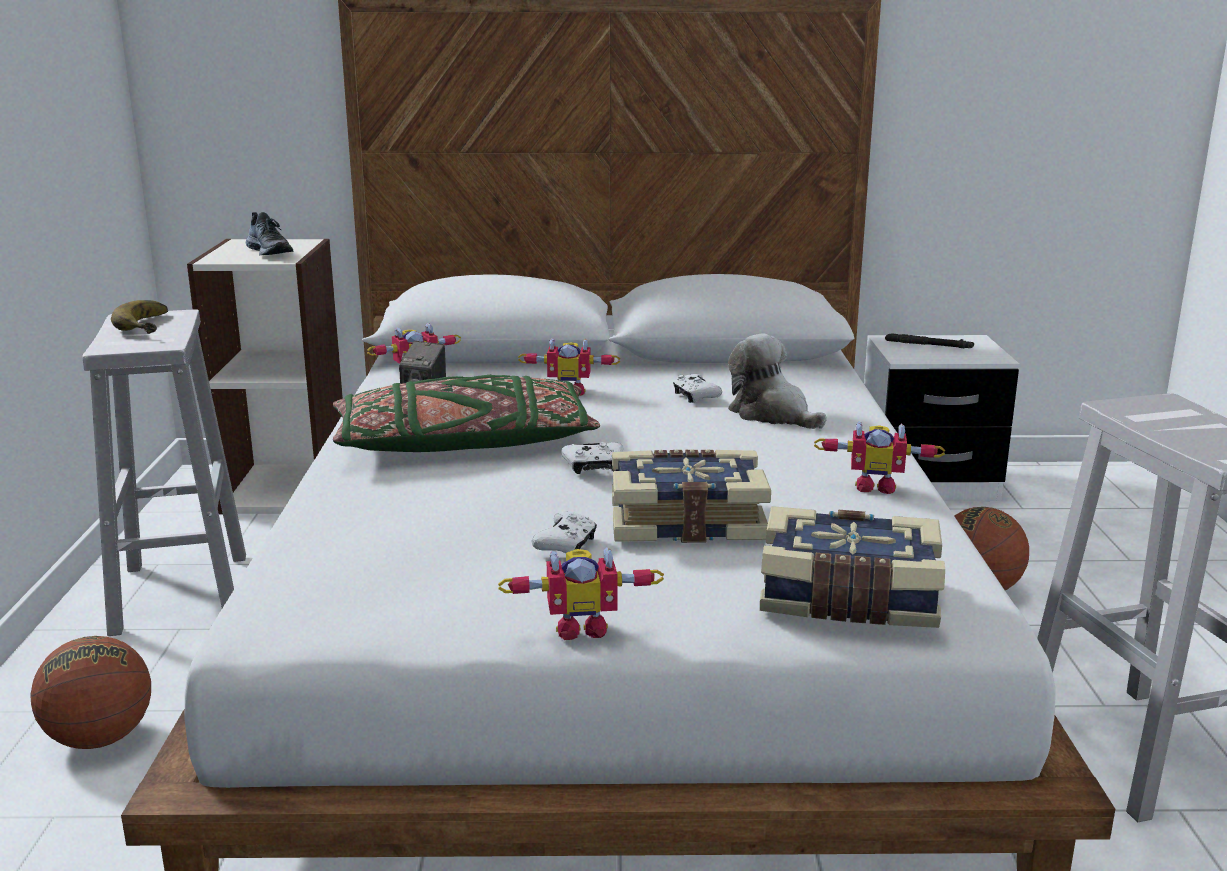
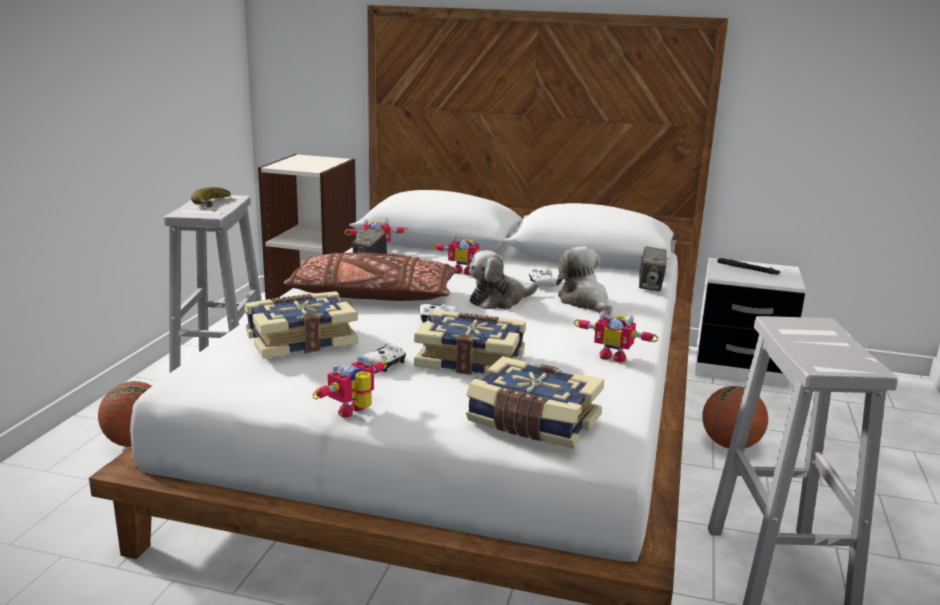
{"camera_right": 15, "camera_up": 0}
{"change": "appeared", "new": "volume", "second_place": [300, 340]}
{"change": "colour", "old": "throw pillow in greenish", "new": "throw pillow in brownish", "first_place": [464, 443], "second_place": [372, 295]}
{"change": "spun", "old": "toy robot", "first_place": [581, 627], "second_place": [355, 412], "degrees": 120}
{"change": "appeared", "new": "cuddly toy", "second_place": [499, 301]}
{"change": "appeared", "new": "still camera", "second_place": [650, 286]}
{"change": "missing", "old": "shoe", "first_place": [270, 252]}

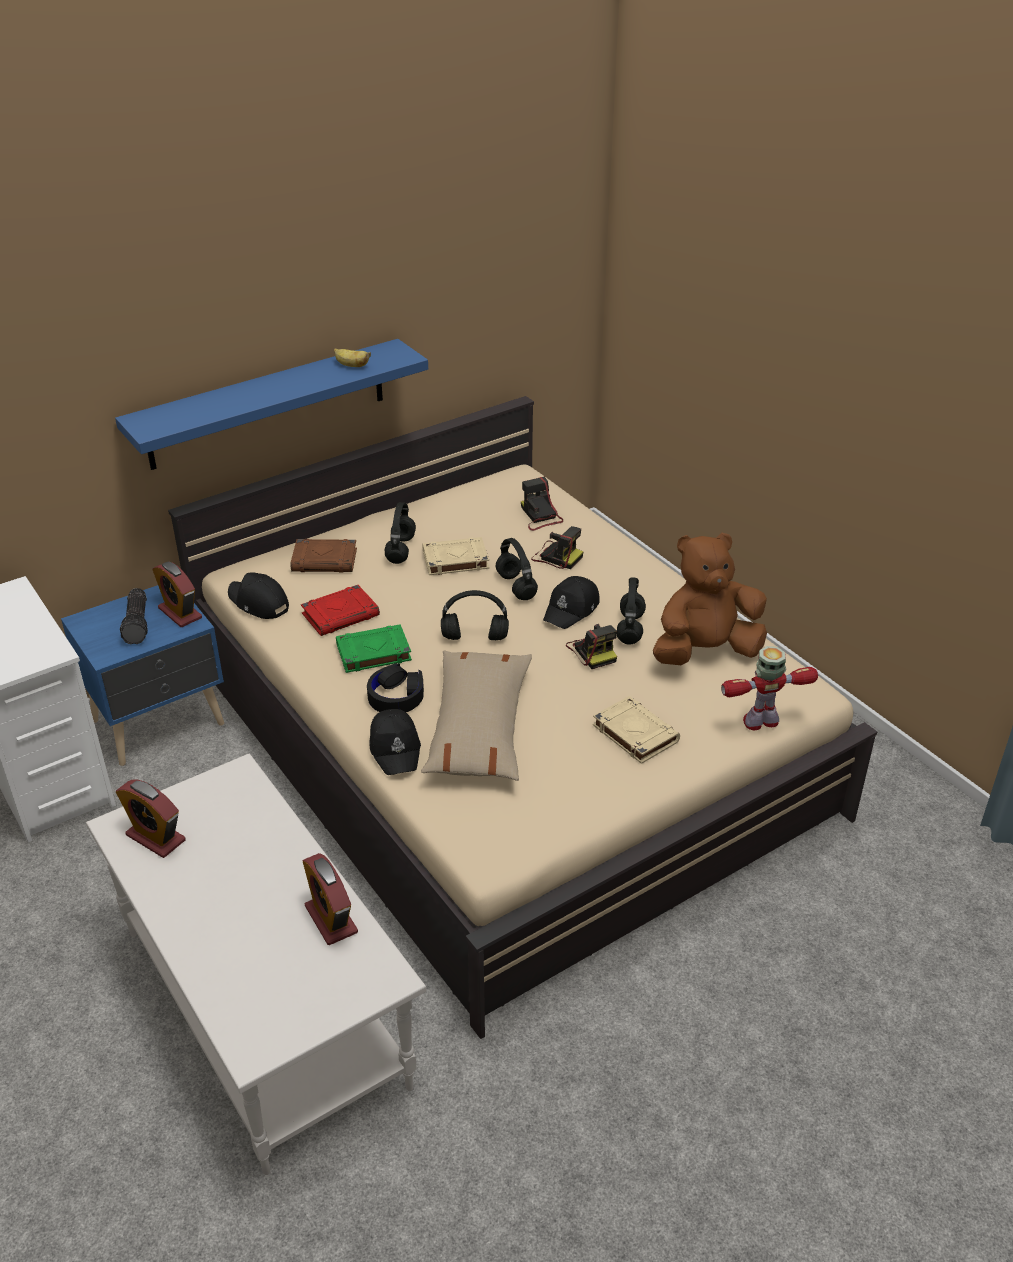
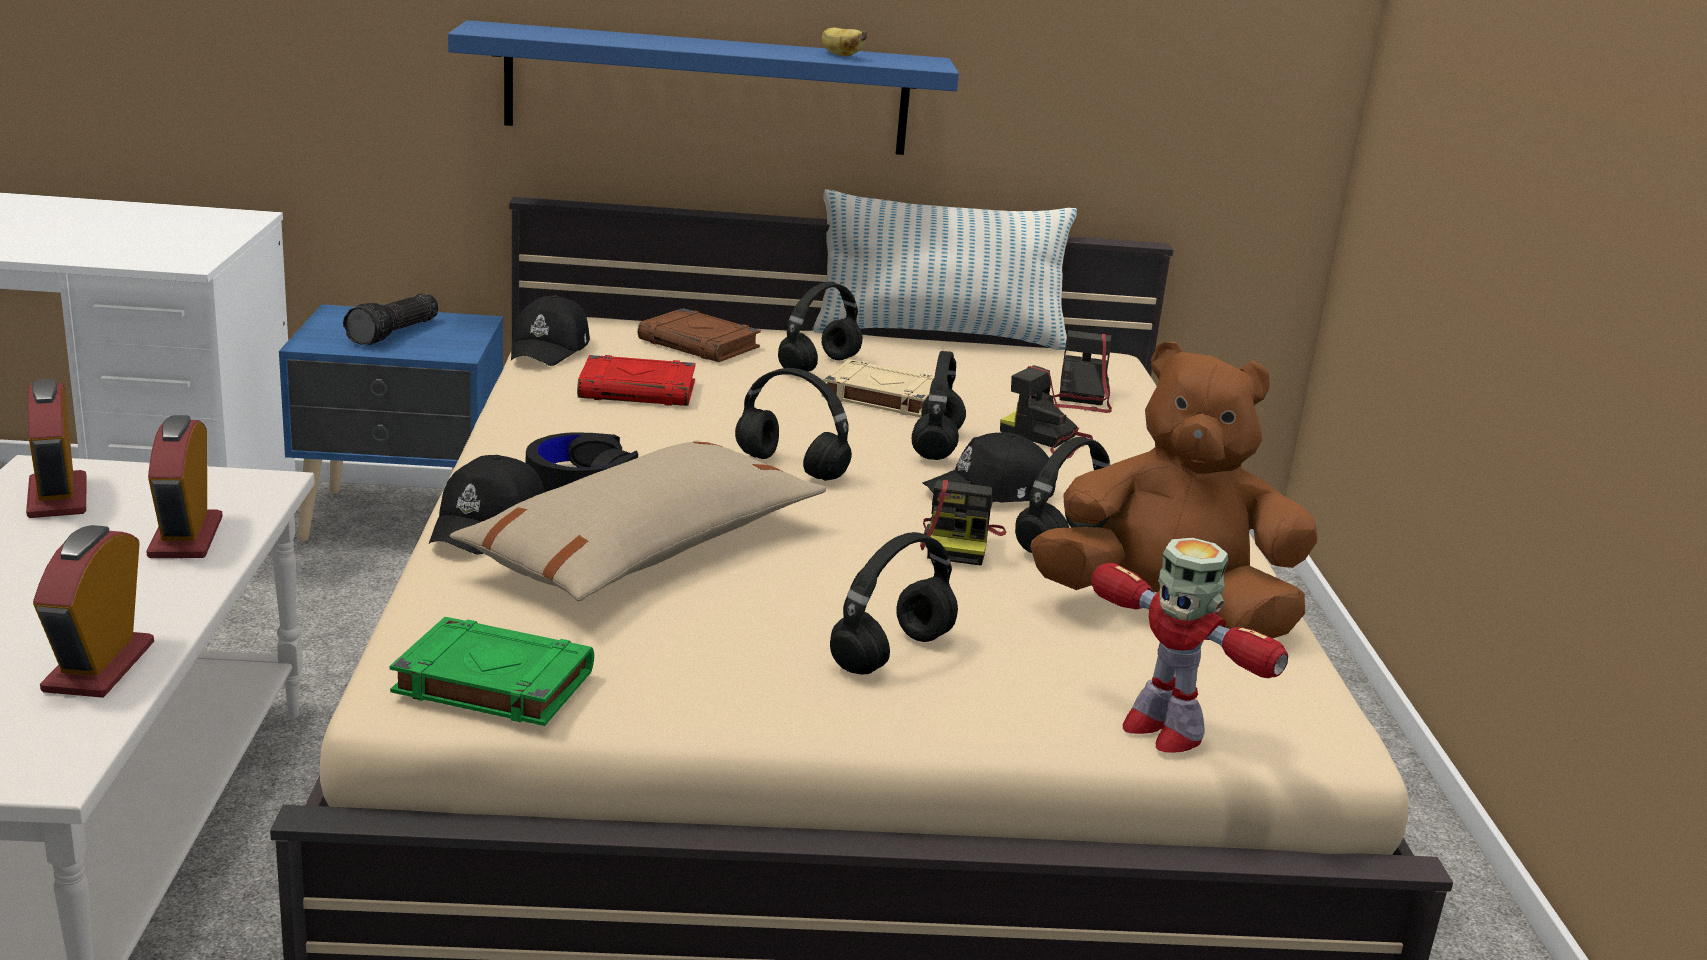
{"camera_right": 30, "camera_up": -15}
{"change": "relocated", "old": "alarm clock", "first_place": [180, 613], "second_place": [186, 537]}
{"change": "relocated", "old": "volume in greenish", "first_place": [373, 653], "second_place": [491, 682]}
{"change": "spun", "old": "cap in black-coloured", "first_place": [258, 603], "second_place": [550, 349], "degrees": -150}
{"change": "appeared", "new": "throw pillow", "second_place": [939, 336]}
{"change": "exchanged", "old": "volume in beige", "new": "pair of headphones in black-coloured", "first_place": [634, 733], "second_place": [892, 652]}
{"change": "spun", "old": "still camera", "first_place": [556, 556], "second_place": [1047, 439], "degrees": 150}
{"change": "spun", "old": "toy robot", "first_place": [761, 722], "second_place": [1161, 730], "degrees": -150}

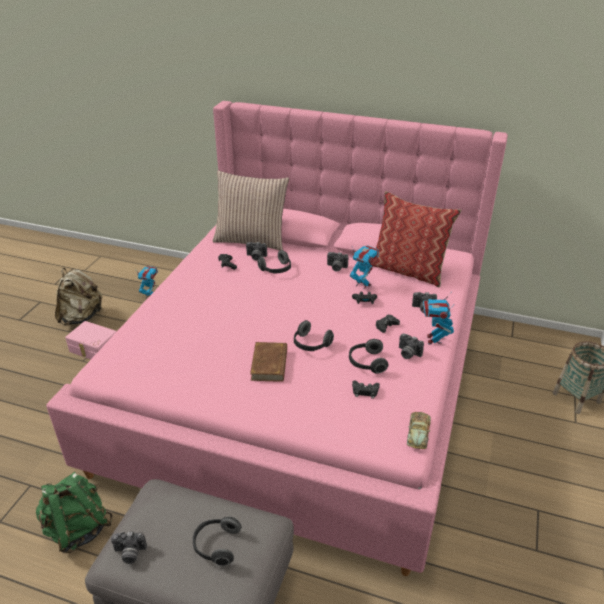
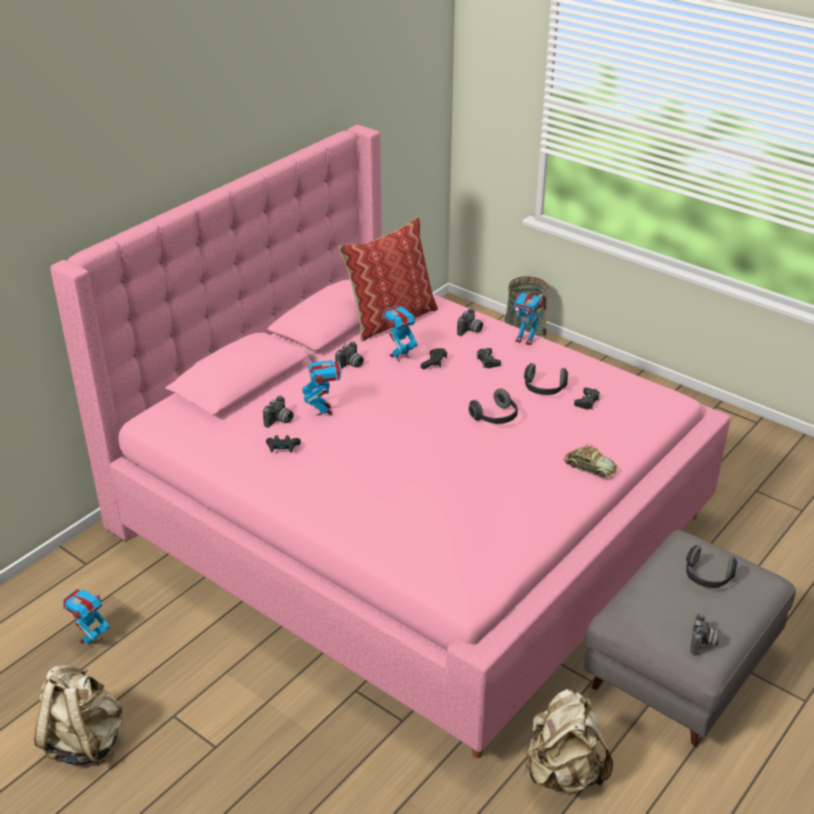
{"camera_right": -70, "camera_up": 0}
{"change": "exchanged", "old": "pair of headphones", "new": "toy robot", "first_place": [276, 270], "second_place": [323, 410]}
{"change": "colour", "old": "backpack in greenish", "new": "backpack in beige", "first_place": [78, 529], "second_place": [563, 772]}
{"change": "relocated", "old": "miniature car", "first_place": [418, 432], "second_place": [589, 467]}
{"change": "missing", "old": "storage container in pink-coloured", "first_place": [94, 349]}
{"change": "missing", "old": "throw pillow", "first_place": [251, 240]}
{"change": "missing", "old": "volume in brownish", "first_place": [270, 364]}
{"change": "missing", "old": "still camera", "first_place": [407, 354]}

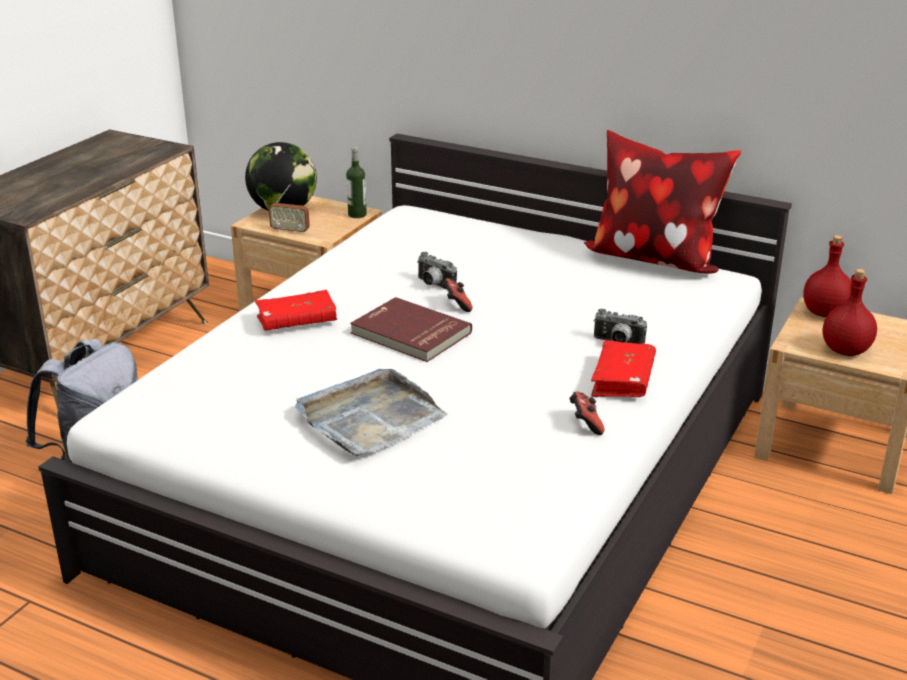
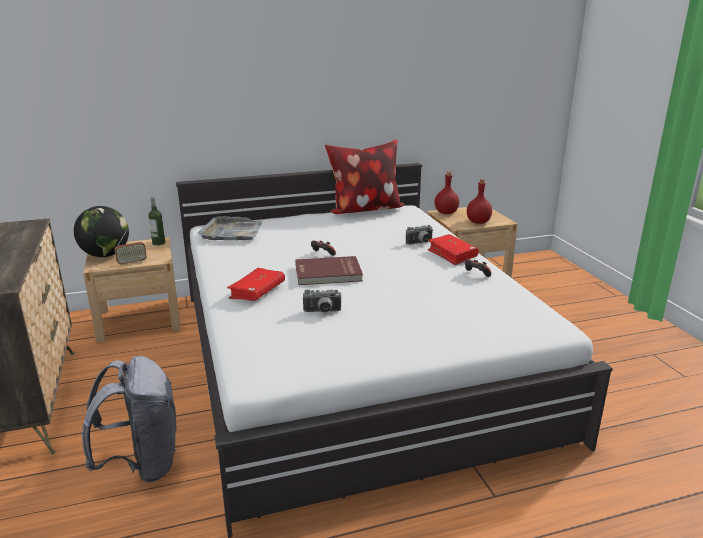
{"camera_right": -45, "camera_up": -5}
{"change": "relocated", "old": "carrying tray in gray", "first_place": [369, 418], "second_place": [232, 232]}
{"change": "relocated", "old": "still camera", "first_place": [433, 285], "second_place": [322, 312]}

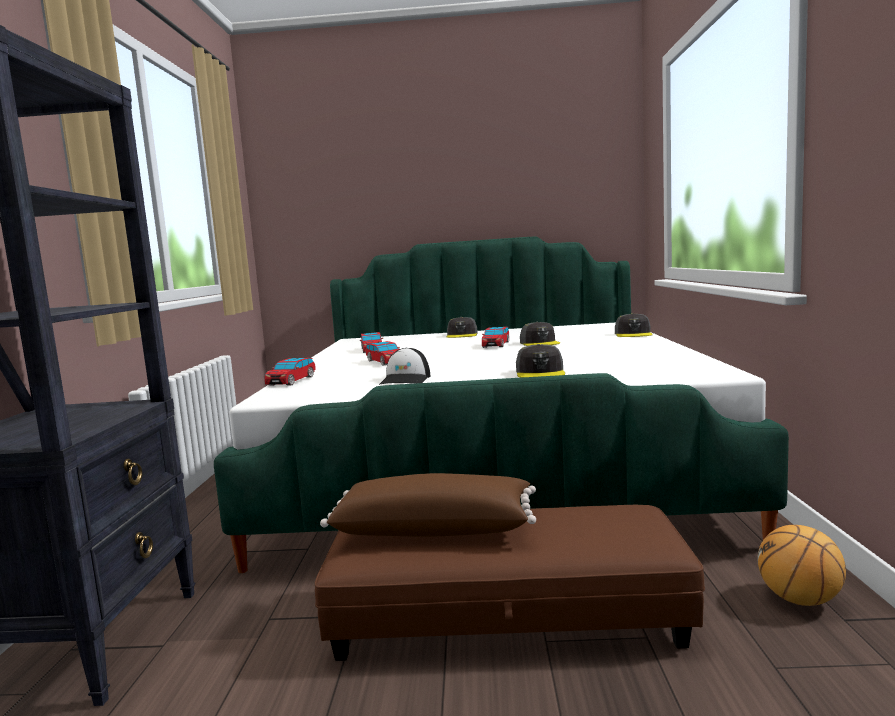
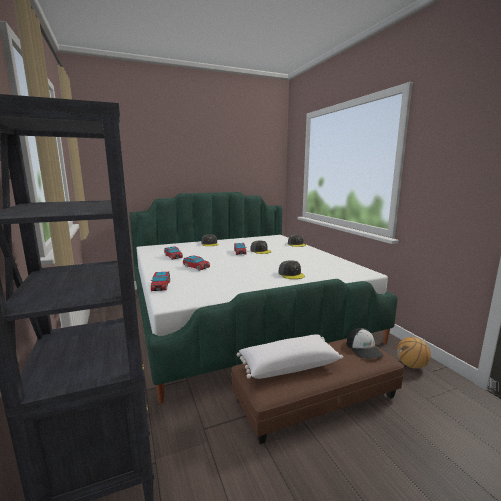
{"camera_right": -25, "camera_up": 5}
{"change": "colour", "old": "throw pillow in brownish", "new": "throw pillow in whitish", "first_place": [434, 528], "second_place": [288, 365]}
{"change": "relocated", "old": "cap", "first_place": [406, 380], "second_place": [364, 349]}

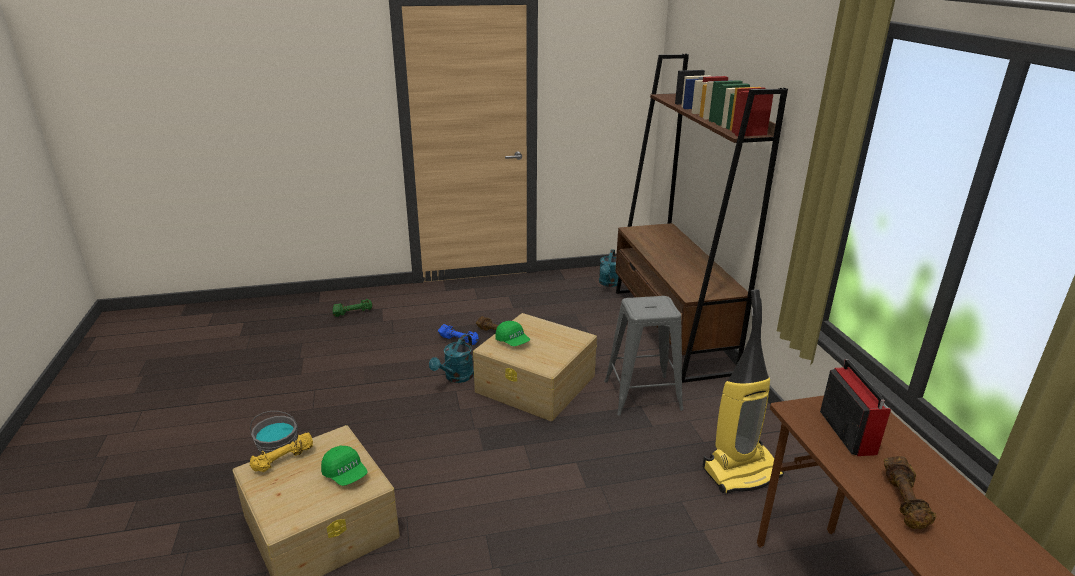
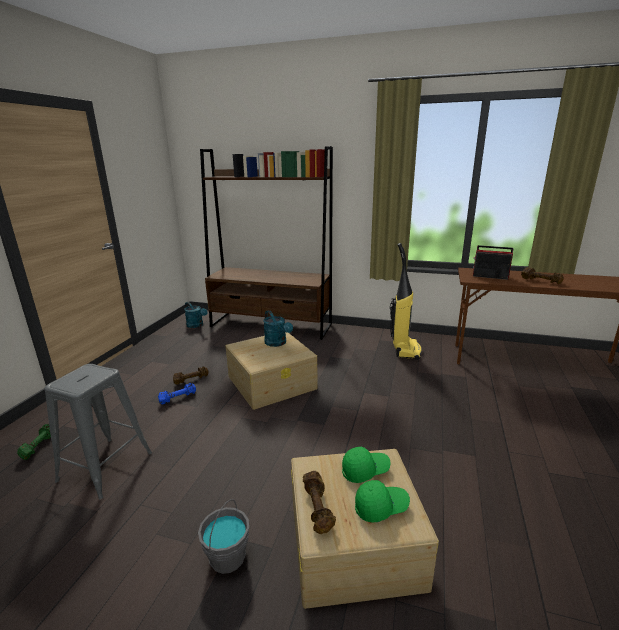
{"camera_right": -60, "camera_up": -5}
{"change": "relocated", "old": "stool in gray", "first_place": [642, 395], "second_place": [105, 466]}
{"change": "relocated", "old": "watering pot in turquoise-coloured", "first_place": [456, 377], "second_place": [277, 343]}
{"change": "colour", "old": "hand weight in yellow-coloured", "new": "hand weight in brownish", "first_place": [284, 460], "second_place": [318, 509]}
{"change": "relocated", "old": "cap in greenish", "first_place": [512, 341], "second_place": [380, 507]}

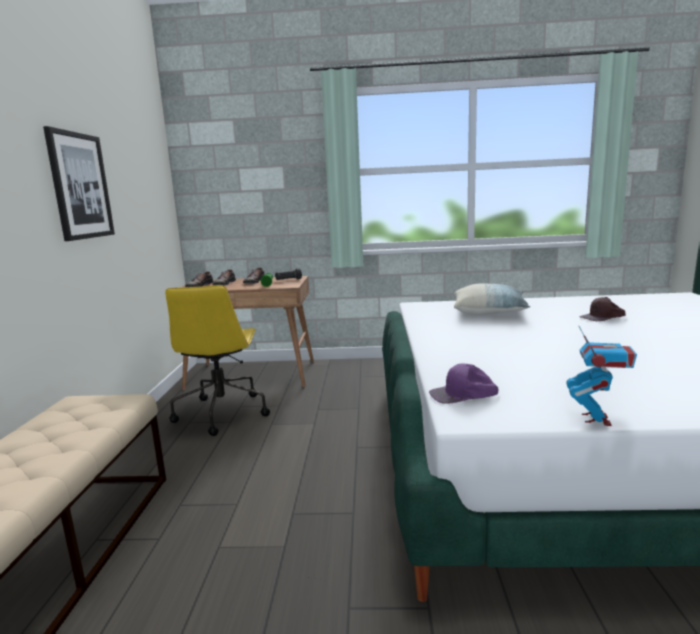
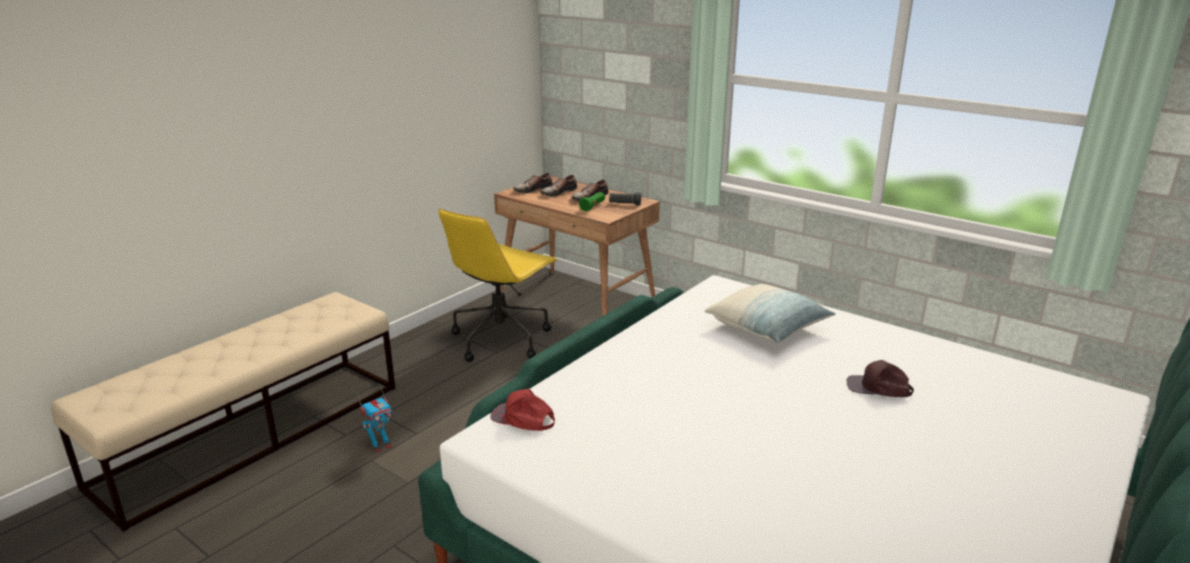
{"camera_right": 35, "camera_up": 10}
{"change": "relocated", "old": "toy robot", "first_place": [596, 419], "second_place": [381, 446]}
{"change": "colour", "old": "cap in purplish", "new": "cap in reddish", "first_place": [463, 394], "second_place": [523, 419]}
{"change": "missing", "old": "picture", "first_place": [80, 186]}

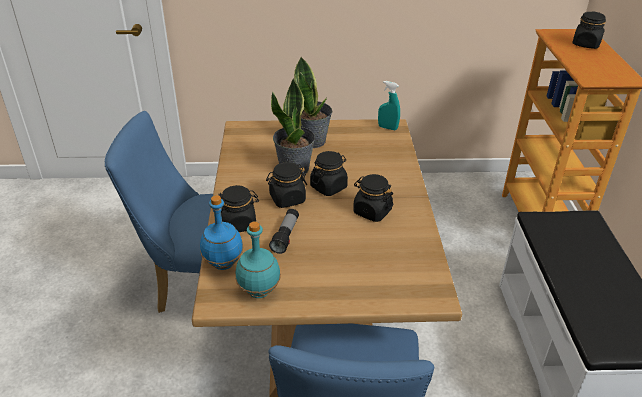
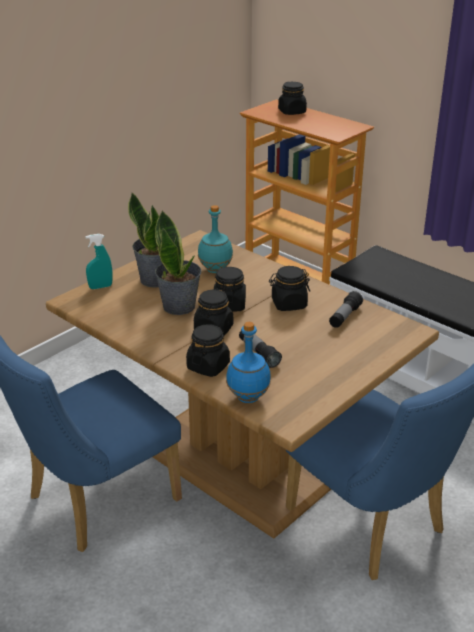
{"camera_right": -45, "camera_up": -5}
{"change": "relocated", "old": "sprayer in turquoise-coloured", "first_place": [387, 128], "second_place": [100, 287]}
{"change": "relocated", "old": "bottle in turquoise-coloured", "first_place": [258, 291], "second_place": [215, 270]}
{"change": "appeared", "new": "torch", "second_place": [344, 317]}

